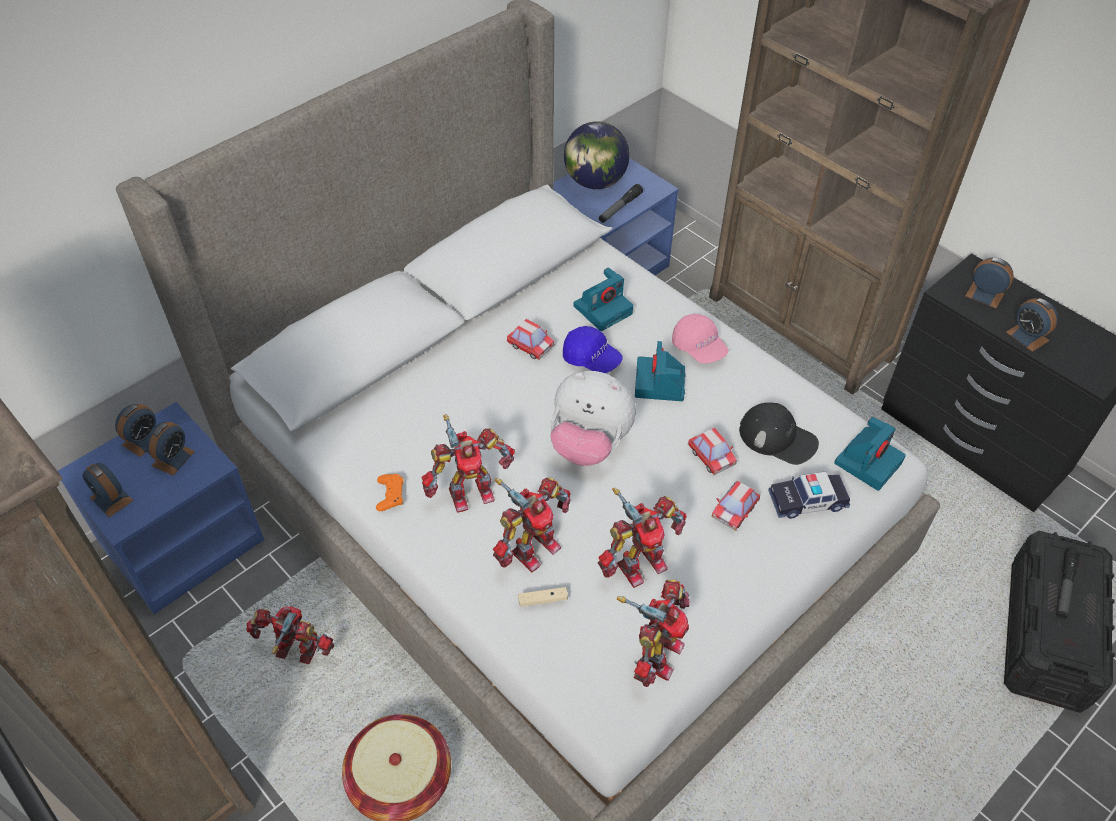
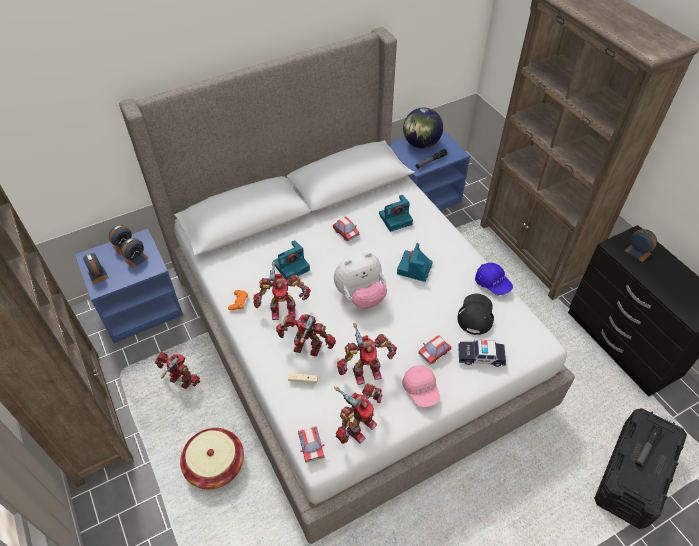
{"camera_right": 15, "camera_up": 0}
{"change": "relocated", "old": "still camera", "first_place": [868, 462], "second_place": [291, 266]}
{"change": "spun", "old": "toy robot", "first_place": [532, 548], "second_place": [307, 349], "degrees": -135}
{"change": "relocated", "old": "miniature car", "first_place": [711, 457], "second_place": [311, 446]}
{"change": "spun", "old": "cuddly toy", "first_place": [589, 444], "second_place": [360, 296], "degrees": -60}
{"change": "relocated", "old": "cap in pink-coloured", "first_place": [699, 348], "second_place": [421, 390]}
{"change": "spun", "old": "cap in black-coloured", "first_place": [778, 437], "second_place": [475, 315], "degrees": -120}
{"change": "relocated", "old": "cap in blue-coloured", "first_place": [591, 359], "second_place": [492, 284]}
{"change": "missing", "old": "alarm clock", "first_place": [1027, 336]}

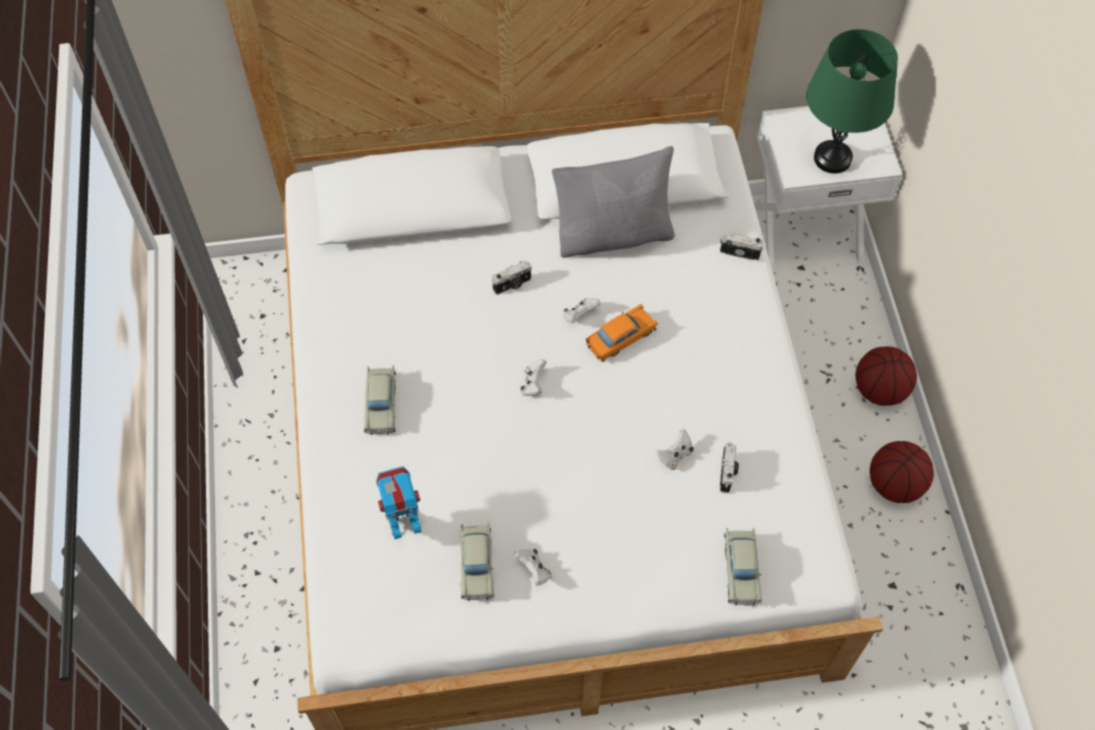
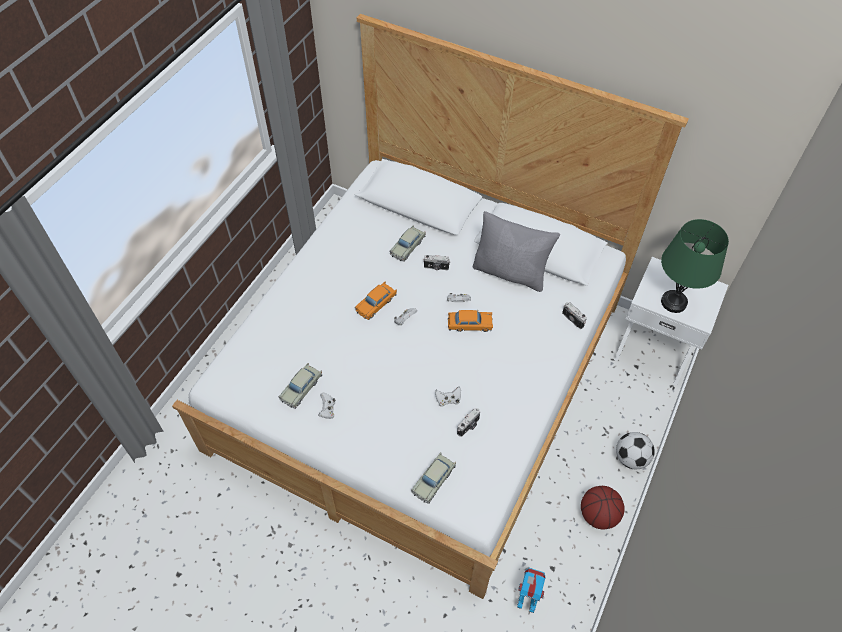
{"camera_right": 35, "camera_up": -5}
{"change": "appeared", "new": "miniature car in orange", "second_place": [376, 304]}
{"change": "relocated", "old": "miniature car in beige", "first_place": [381, 404], "second_place": [408, 247]}
{"change": "relocated", "old": "toy robot", "first_place": [404, 522], "second_place": [527, 598]}
{"change": "exchanged", "old": "basketball ball", "new": "ball for football", "first_place": [879, 390], "second_place": [630, 458]}

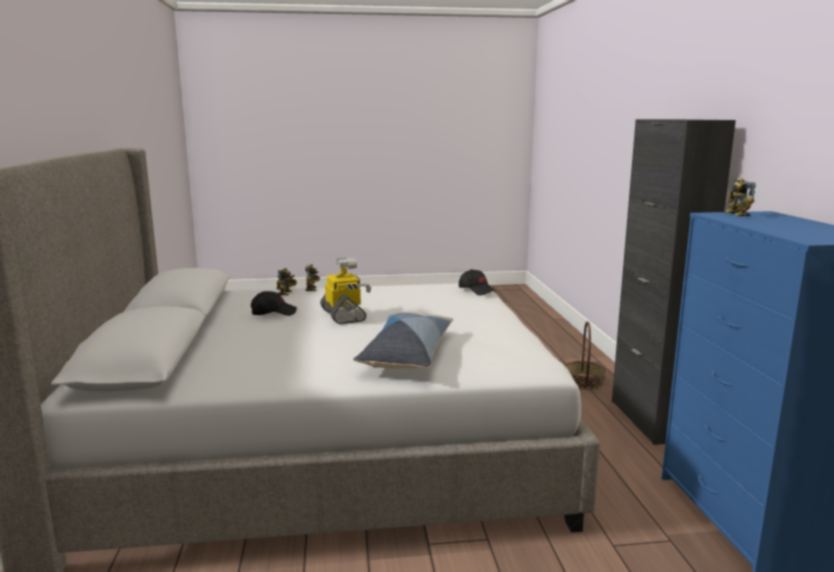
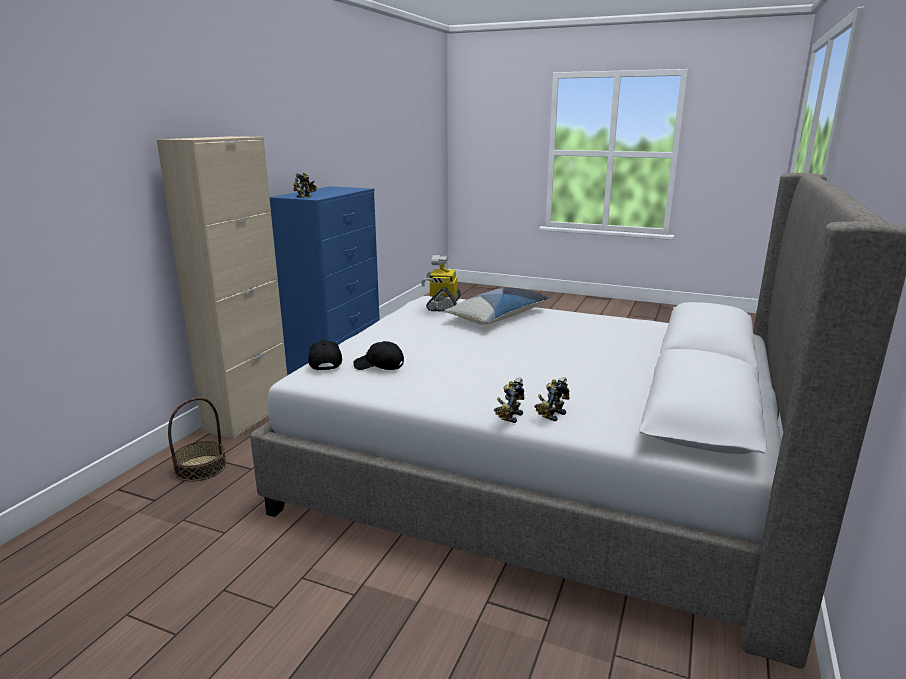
{"camera_right": -150, "camera_up": 5}
{"change": "colour", "old": "storage cabinet in black-coloured", "new": "storage cabinet in beige", "first_place": [650, 420], "second_place": [248, 416]}
{"change": "relocated", "old": "cap in black-coloured", "first_place": [273, 313], "second_place": [379, 366]}
{"change": "relocated", "old": "toy robot", "first_place": [344, 315], "second_place": [443, 305]}

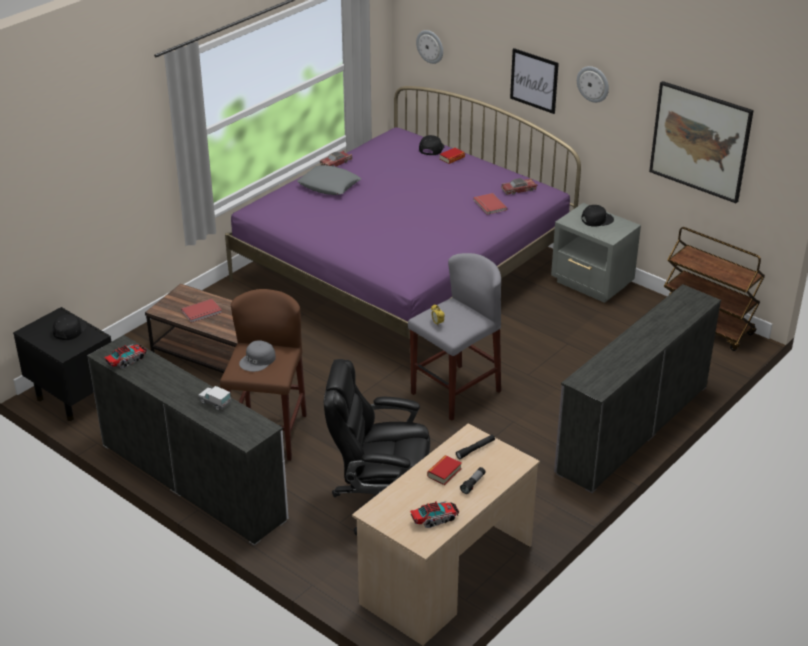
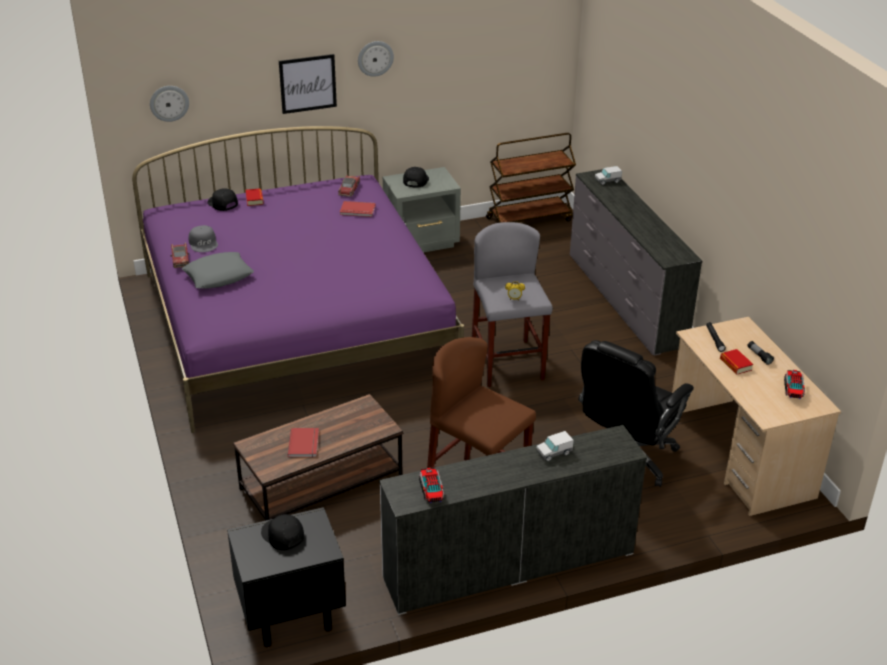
{"camera_right": -60, "camera_up": 0}
{"change": "relocated", "old": "cap in gray", "first_place": [258, 360], "second_place": [204, 243]}
{"change": "appeared", "new": "toy lorry", "second_place": [607, 181]}
{"change": "missing", "old": "picture", "first_place": [700, 141]}

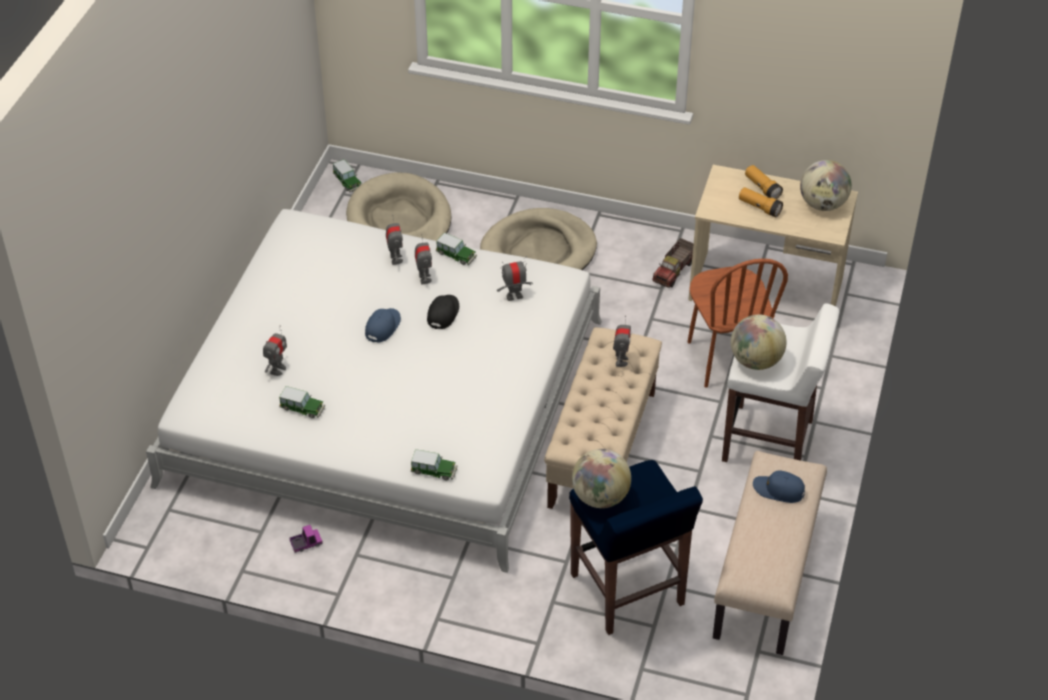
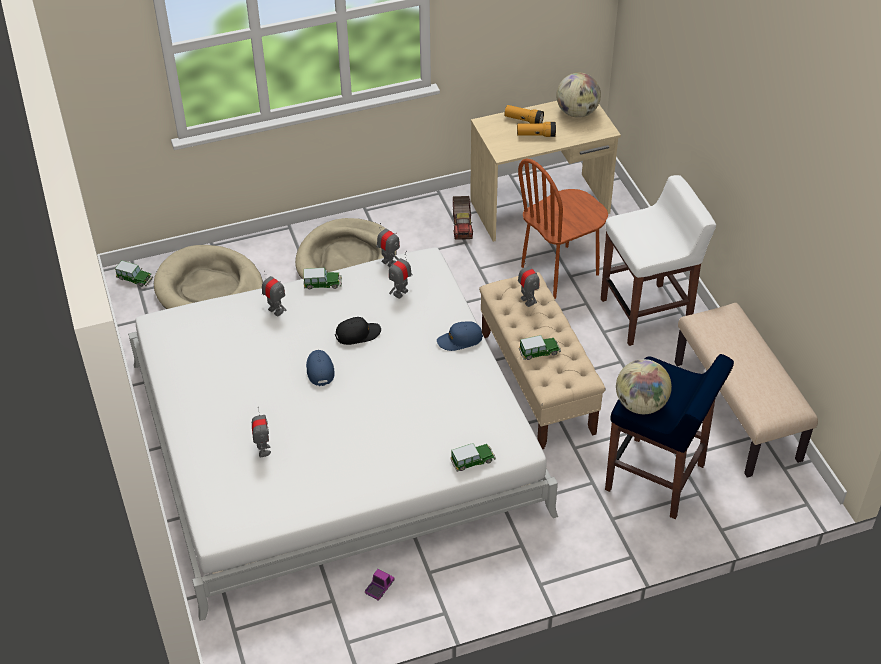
{"camera_right": -35, "camera_up": 0}
{"change": "spun", "old": "cap in black-coloured", "first_place": [443, 313], "second_place": [358, 334], "degrees": 90}
{"change": "relocated", "old": "toy robot", "first_place": [424, 278], "second_place": [389, 263]}
{"change": "relocated", "old": "cap in blue-coloured", "first_place": [778, 490], "second_place": [460, 340]}
{"change": "spun", "old": "plain chair in brownish", "first_place": [725, 359], "second_place": [560, 271], "degrees": 105}
{"change": "relocated", "old": "miniature car", "first_place": [302, 408], "second_place": [539, 352]}
{"change": "missing", "old": "globe", "first_place": [755, 361]}

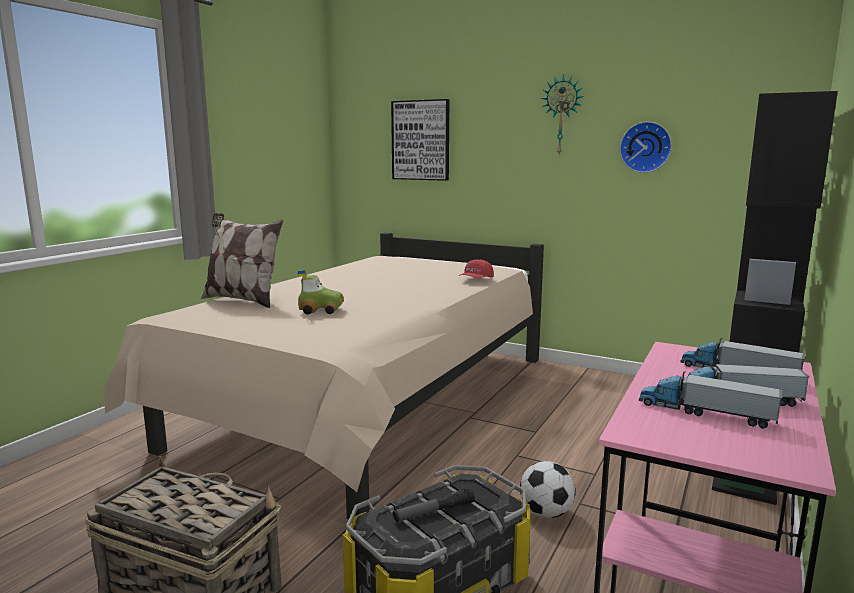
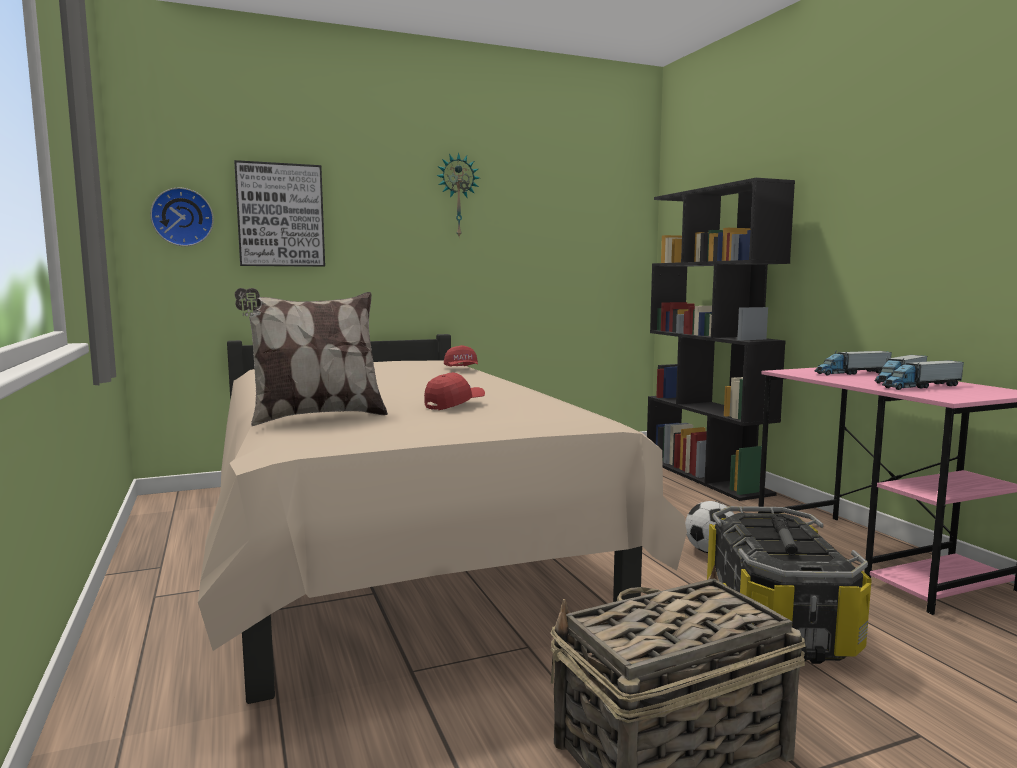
{"camera_right": -50, "camera_up": -5}
{"change": "relocated", "old": "wall clock", "first_place": [645, 147], "second_place": [182, 217]}
{"change": "exchanged", "old": "miniature car", "new": "cap in reddish", "first_place": [321, 310], "second_place": [454, 405]}

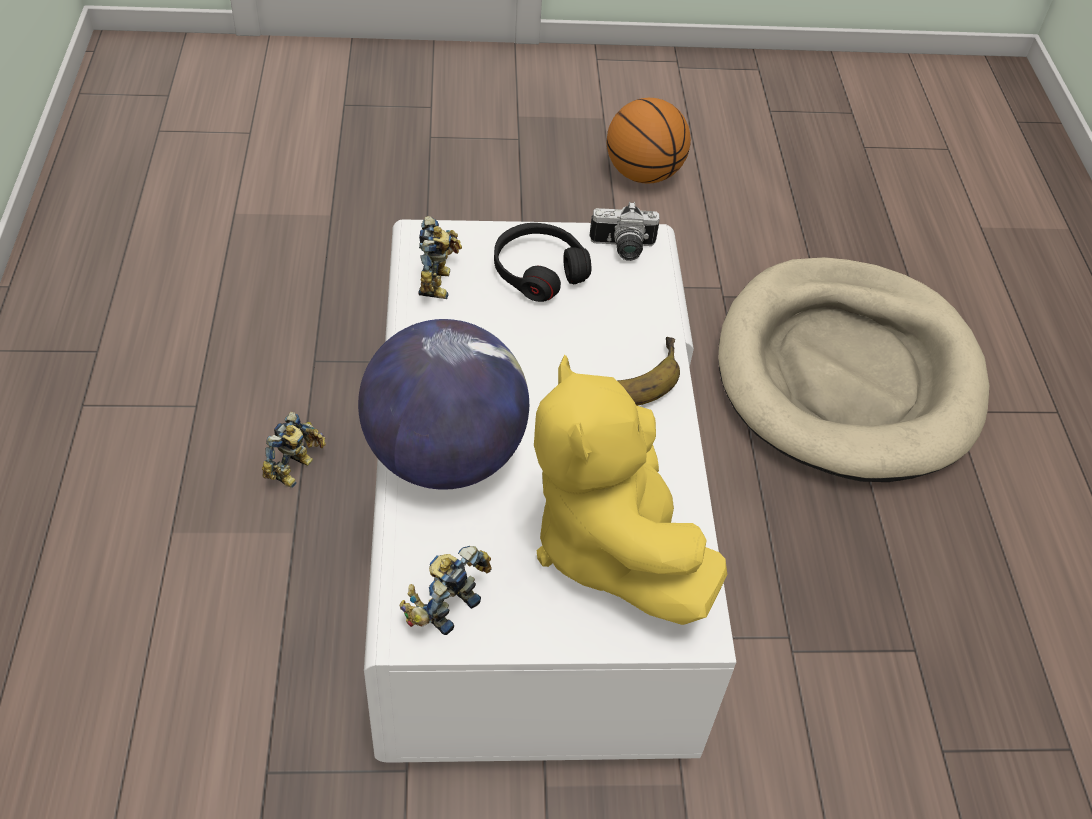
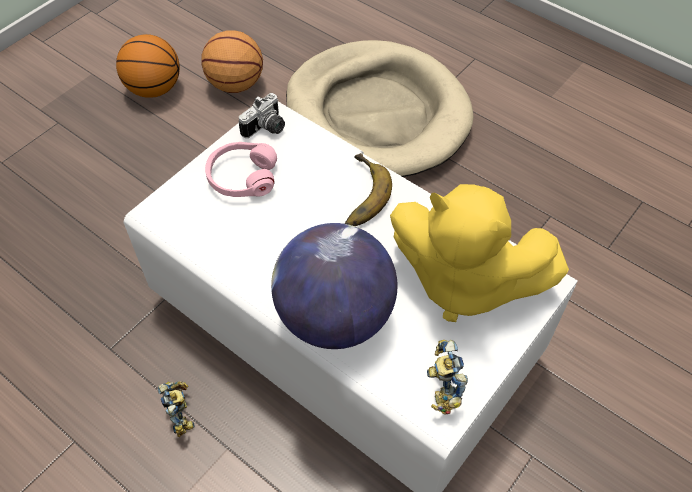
{"camera_right": -45, "camera_up": 5}
{"change": "appeared", "new": "basketball ball", "second_place": [235, 85]}
{"change": "colour", "old": "pair of headphones in black-coloured", "new": "pair of headphones in pink-coloured", "first_place": [538, 271], "second_place": [242, 177]}
{"change": "missing", "old": "toy robot", "first_place": [439, 282]}

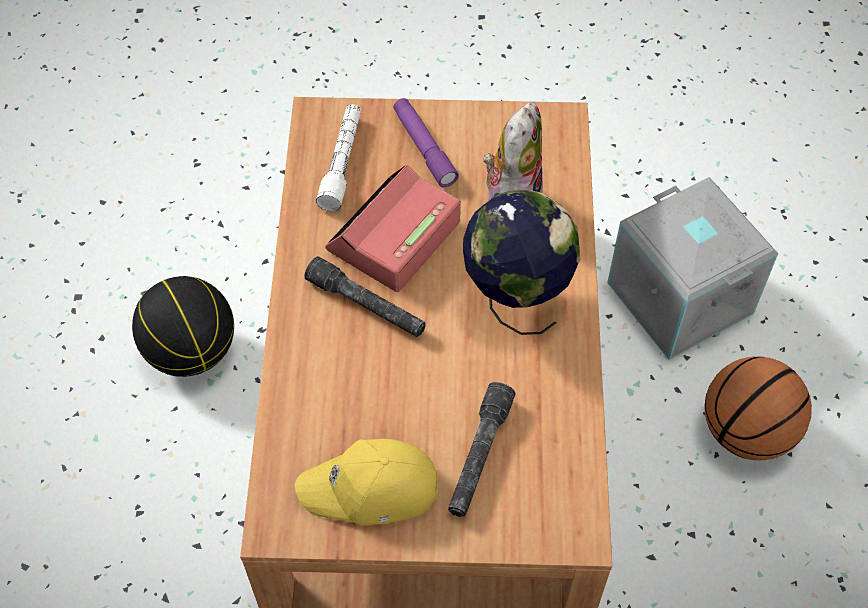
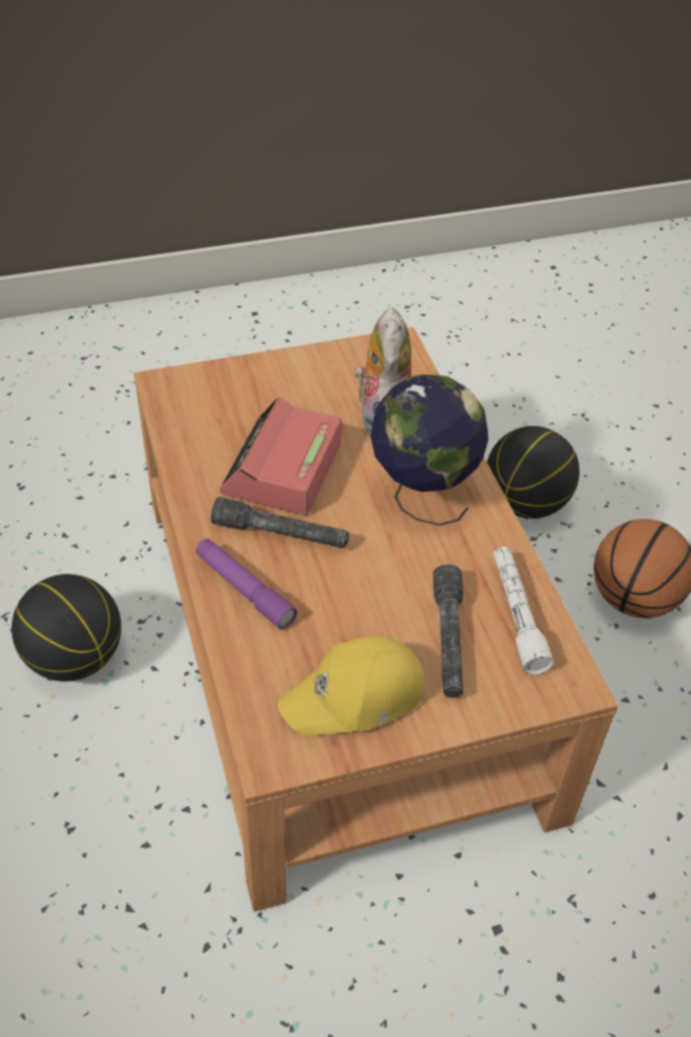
{"camera_right": -20, "camera_up": -10}
{"change": "relocated", "old": "torch in purplish", "first_place": [424, 148], "second_place": [244, 589]}
{"change": "exchanged", "old": "storage container in gray", "new": "basketball ball", "first_place": [677, 298], "second_place": [524, 503]}
{"change": "relocated", "old": "torch in whitish", "first_place": [342, 162], "second_place": [517, 615]}

